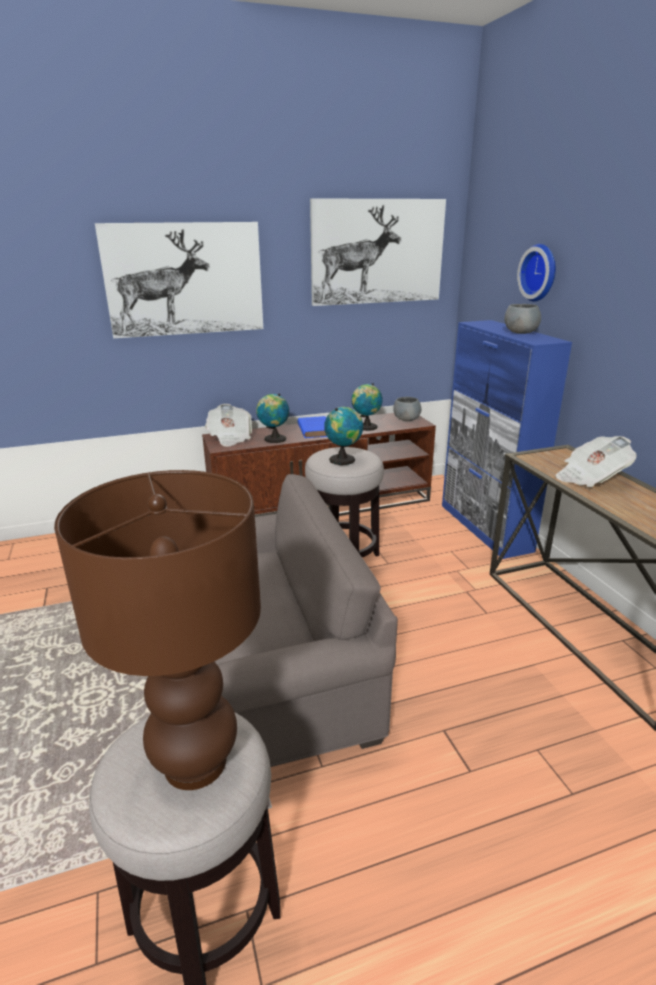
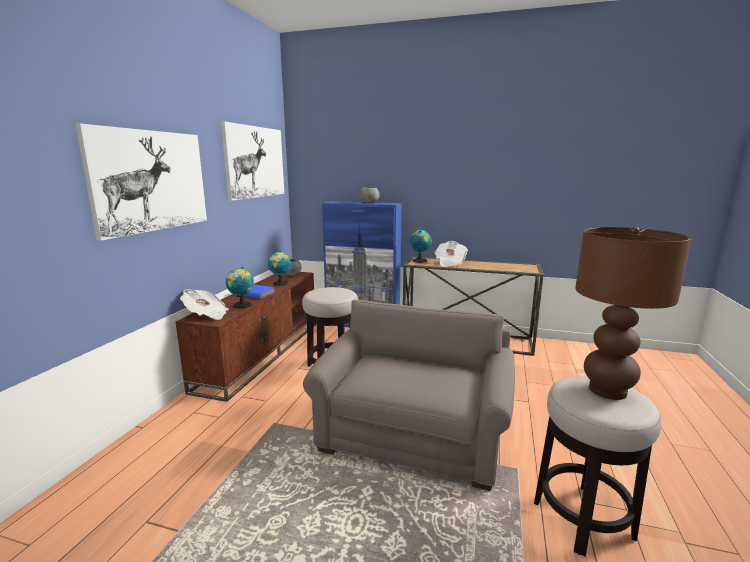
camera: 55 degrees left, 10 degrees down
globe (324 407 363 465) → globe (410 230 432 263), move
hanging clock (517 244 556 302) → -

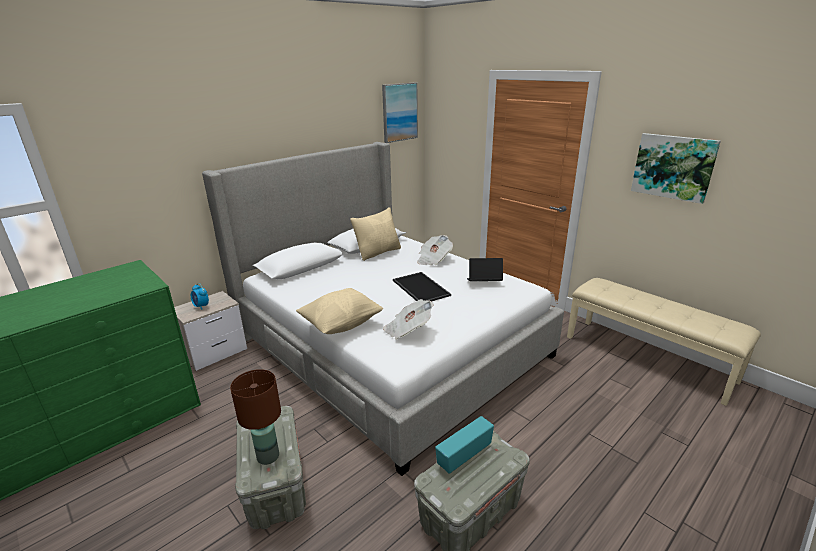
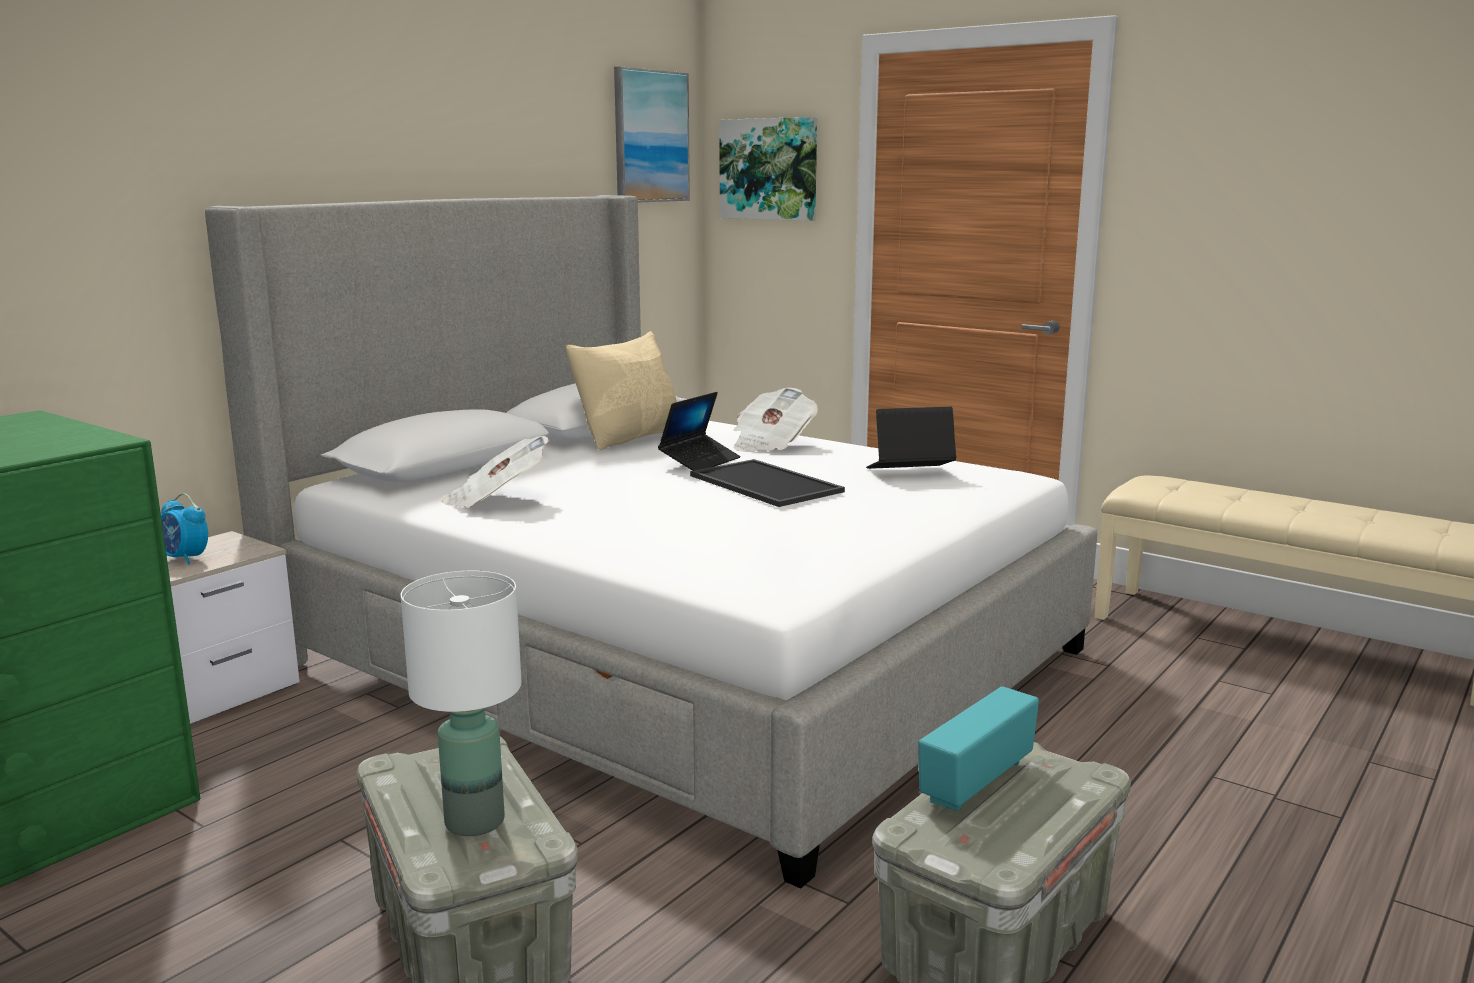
camera: 10 degrees left, 10 degrees down
brown-coloured tabletop lamp (230 369 281 465) → whitish tabletop lamp (400 571 521 836)
beige-coloured throw pillow (296 288 383 334) → -
newspaper (383 299 434 339) → newspaper (441 436 550 509), move
wall picture (631 133 721 204) → wall picture (719 117 817 221), move
- → laptop (658 392 741 471)

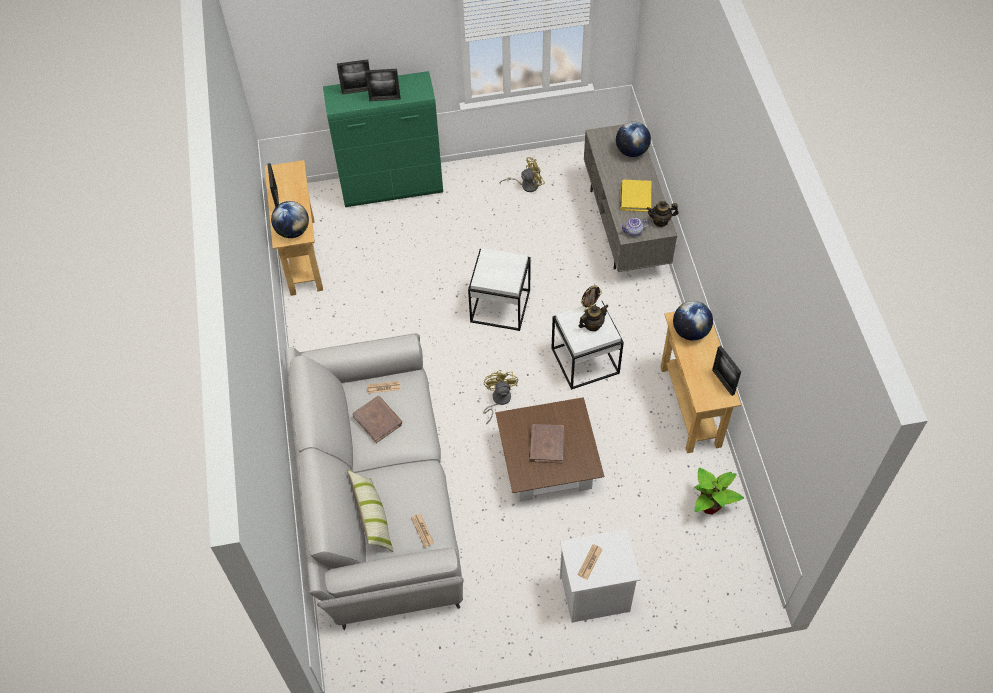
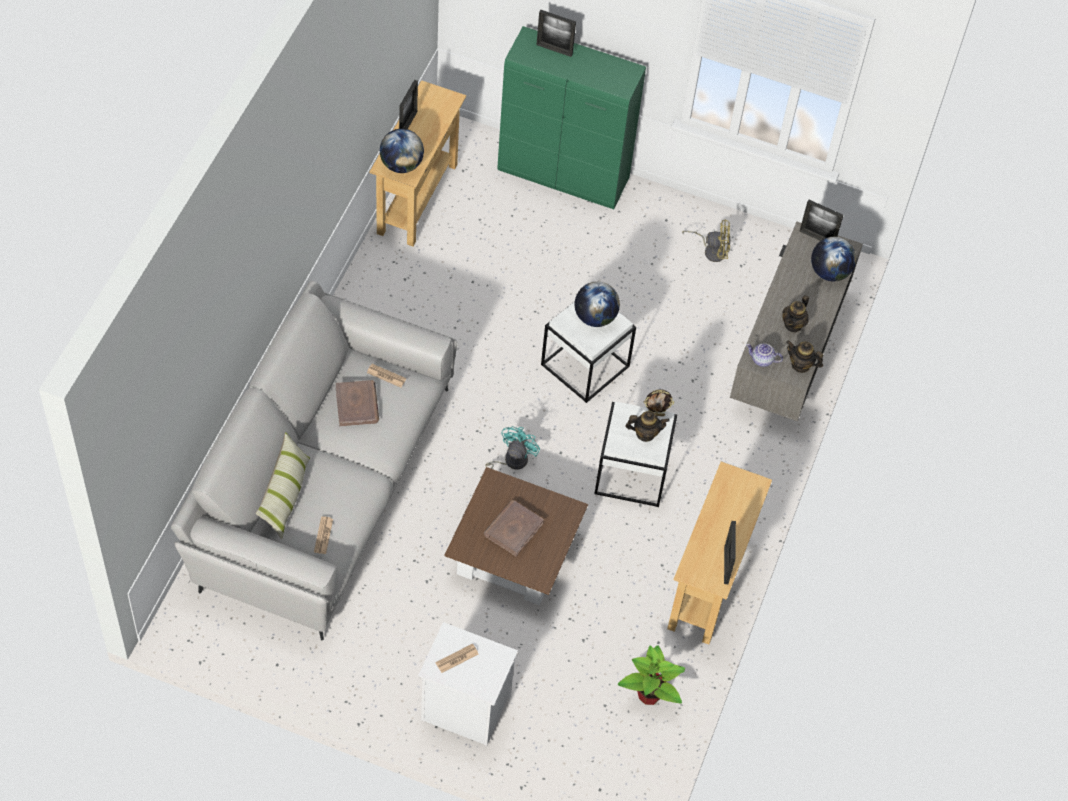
camera: 25 degrees right, 0 degrees up
standing frame (365 69 400 101) → standing frame (800 200 844 241), move
yellowish fan (483 370 518 424) → blue-green fan (480 426 540 478)
yellowish book (620 180 651 212) → teapot (783 295 809 333)
globe (673 301 713 341) → globe (575 282 620 327), move

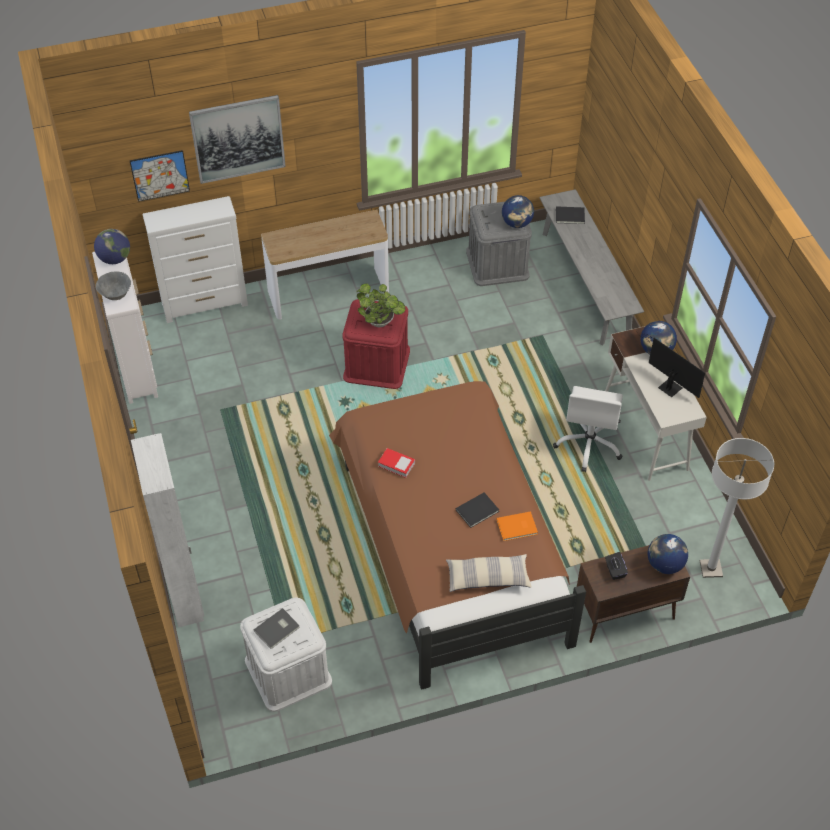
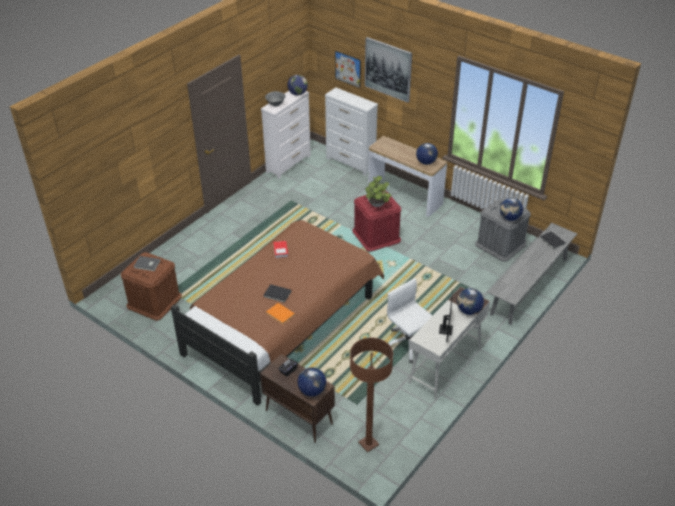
camera: 55 degrees right, 10 degrees down
whitish armoire (131 433 204 628) → -
whitish storage bin (240 598 332 712) → brown-coloured storage bin (121 252 182 320)
throw pillow (446 554 531 592) → -
whitish desk chair (553 386 623 472) → whitish desk chair (387 278 433 363), 75 degrees clockwise
whitish floor lamp (700 438 774 578) → brown-coloured floor lamp (350 337 393 452)
- → globe (416 143 438 165)

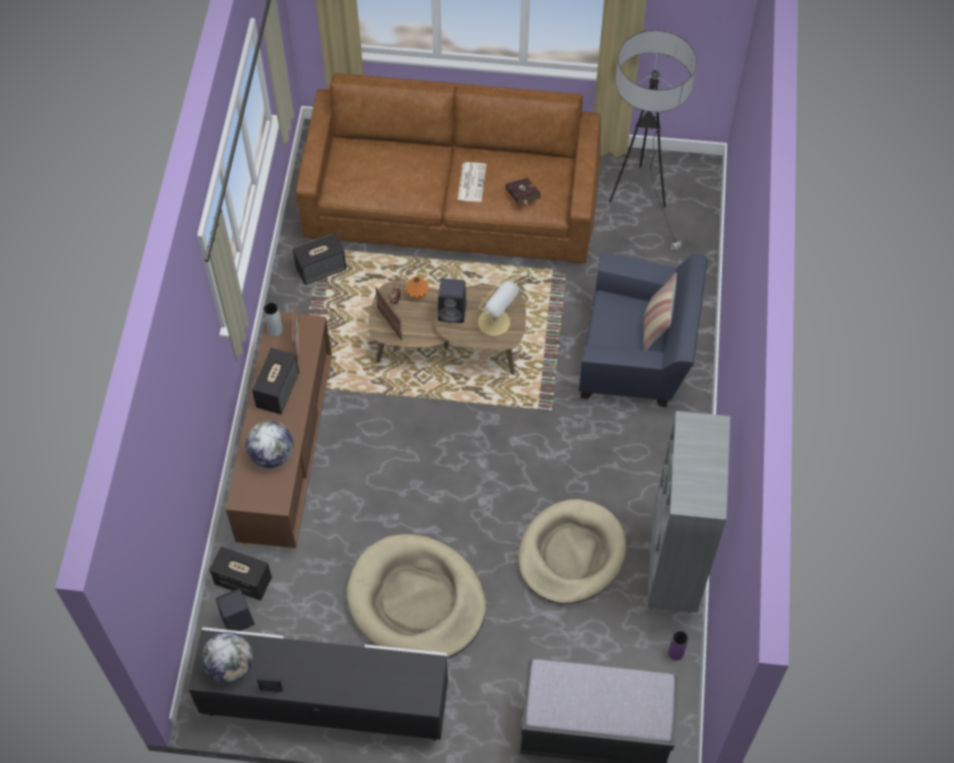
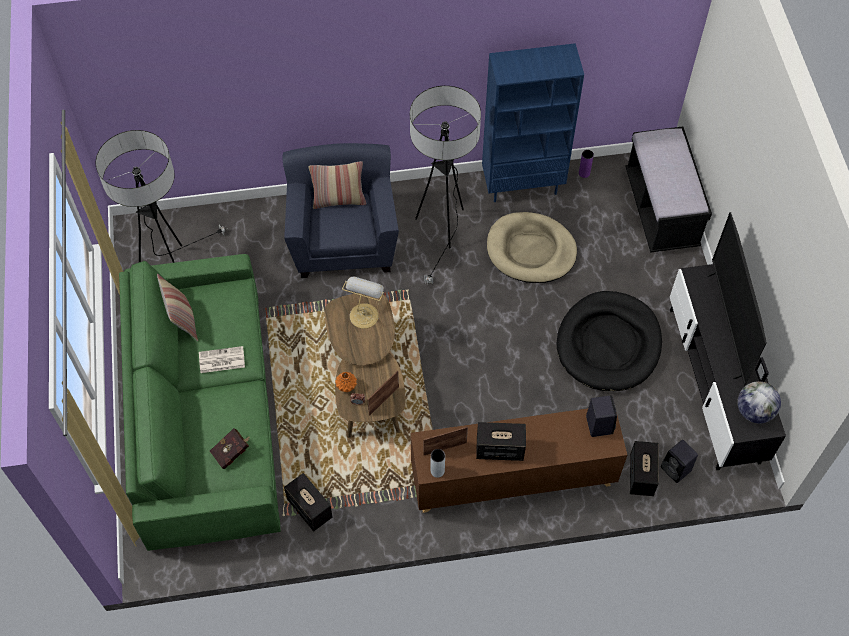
camera: 105 degrees left, 0 degrees up
globe (246 421 294 468) → -
brown-coloured sofa (296 73 601 263) → green-coloured sofa (119 254 281 551)
beige-coloured dog bed (347 534 486 658) → blackish dog bed (557 291 662 391)
blackish audio speaker (438 278 466 323) → blackish audio speaker (586 395 617 437), move
reddish book (505 178 541 205) → reddish book (210 428 249 469), move
gray shelving unit (647 411 730 613) → bluish shelving unit (482 43 584 202)
- → throw pillow (157 274 198 341)
- → floor lamp (410 86 481 285)
- → TV set (707 212 767 387)

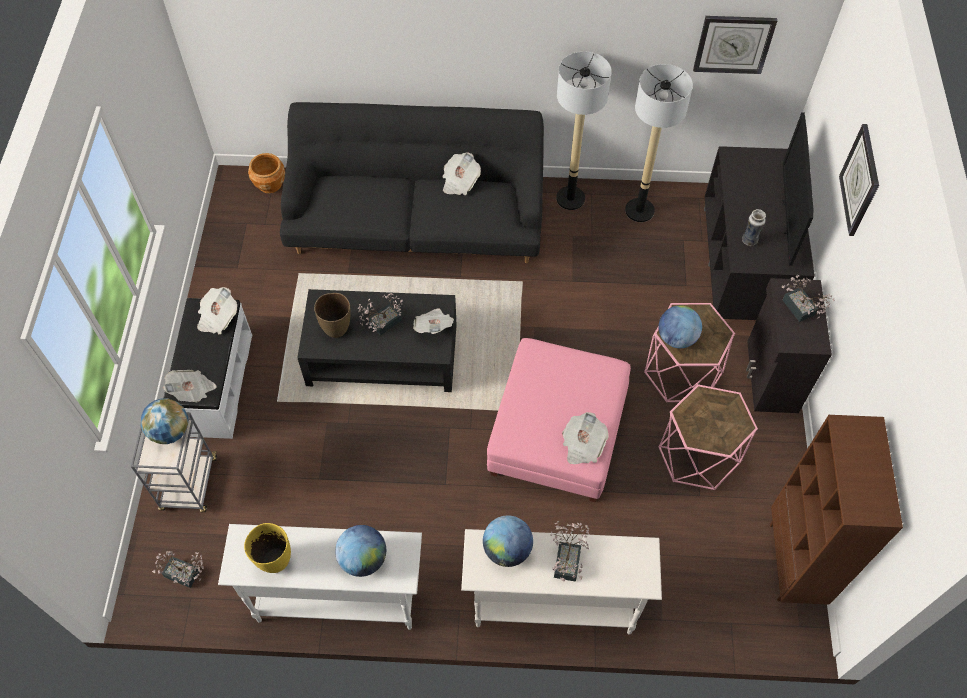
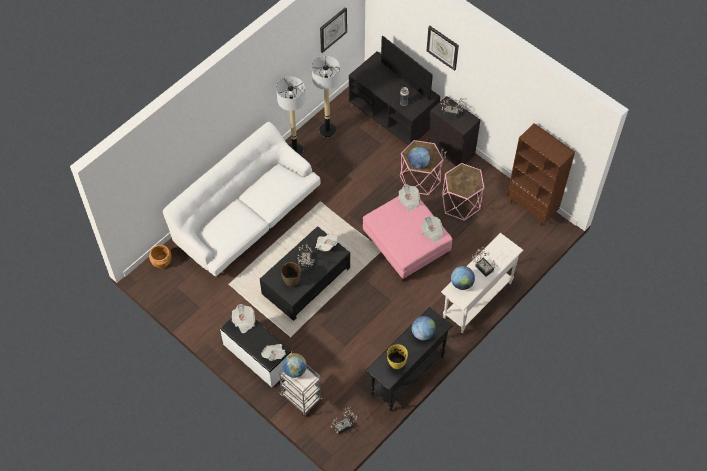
camera: 50 degrees left, 0 degrees up
whitish hall table (218 524 422 630) → blackish hall table (366 307 453 411)
blackish sofa (280 102 544 263) → whitish sofa (163 122 321 277)
newspaper (442 152 481 195) → newspaper (399 184 420 212), move

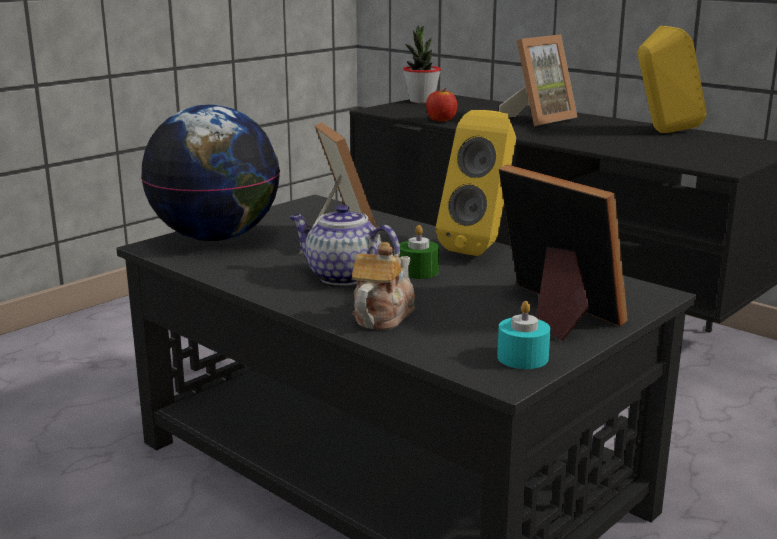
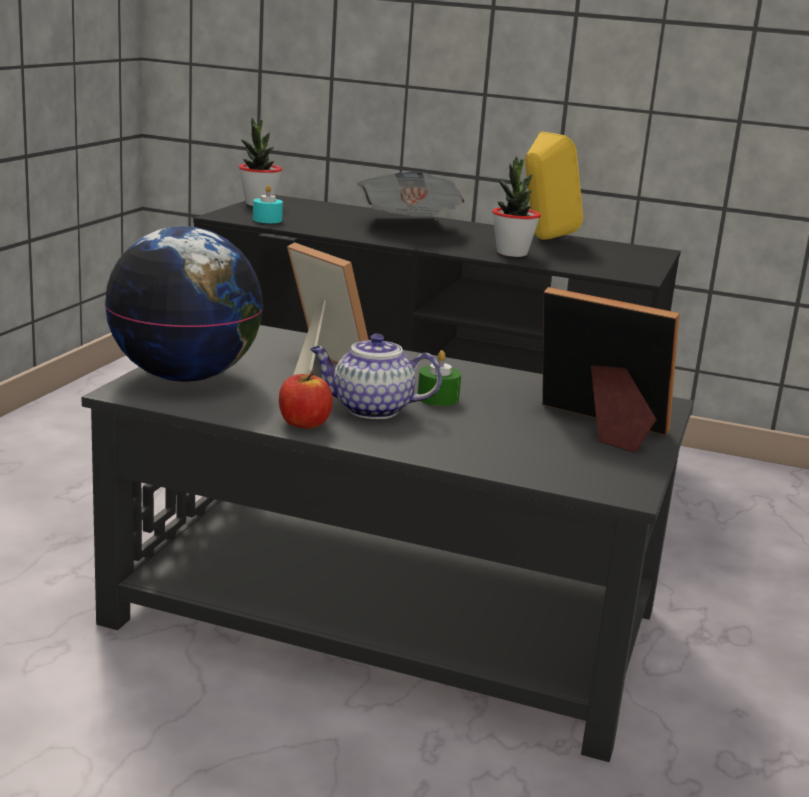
camera: 25 degrees left, 0 degrees up
teapot (352 242 415 330) → -
apple fruit (426 88 457 122) → apple fruit (279 372 333 429), move
yellowish audio speaker (436 110 516 256) → -
blue-green wax candle (497 301 551 369) → blue-green wax candle (253 185 283 223), move
standing frame (499 34 577 126) → newspaper (357 172 465 217)
- → houseplant (492 156 541 257)

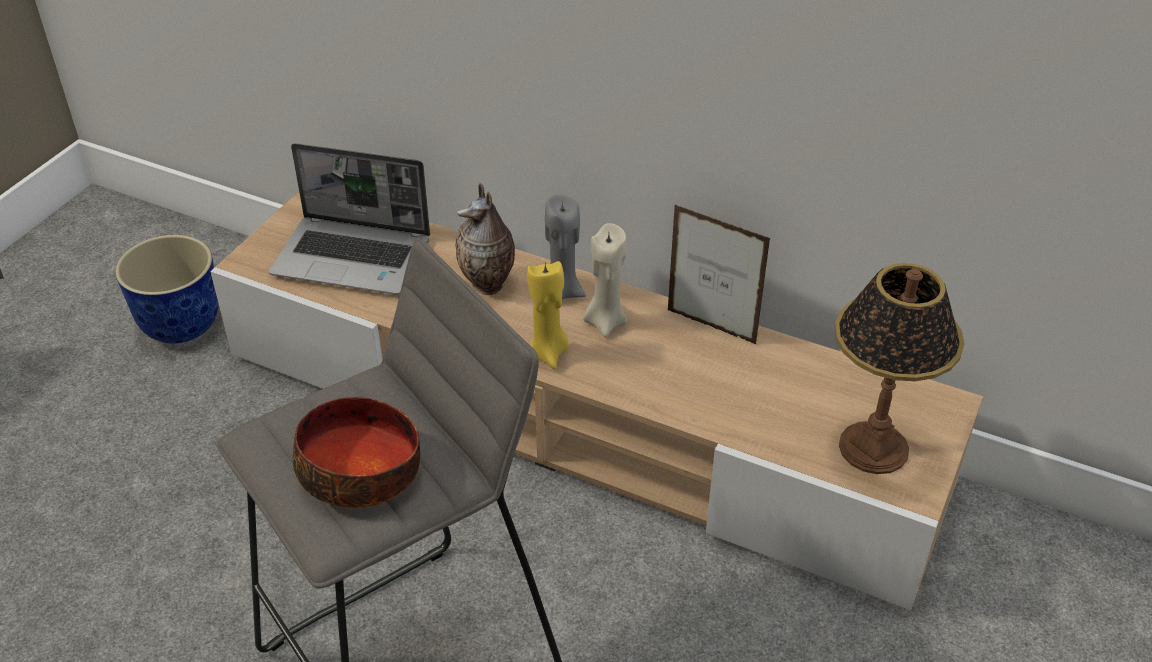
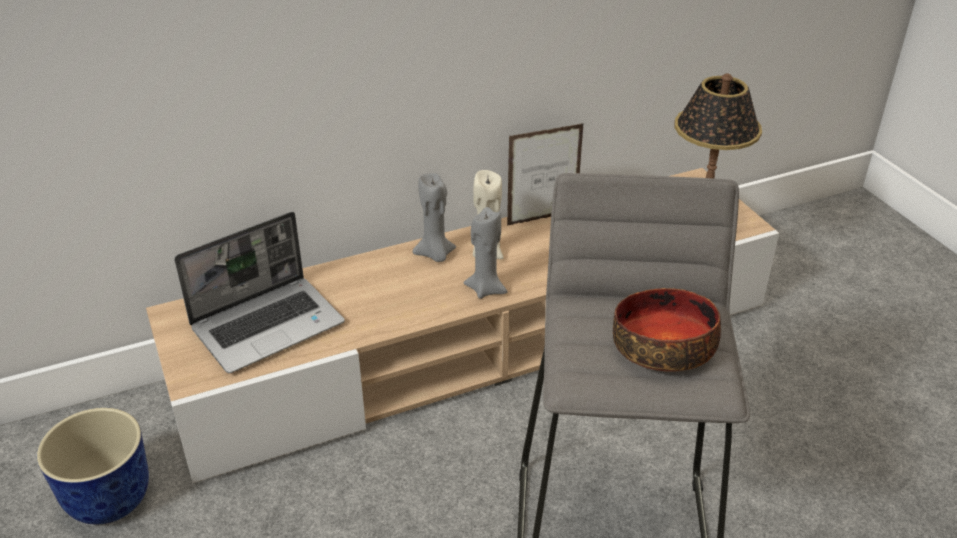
camera: 50 degrees left, 5 degrees down
decorative vase (455 183 515 295) → -
yellowish wax candle (527 261 569 369) → gray wax candle (464 207 508 299)

